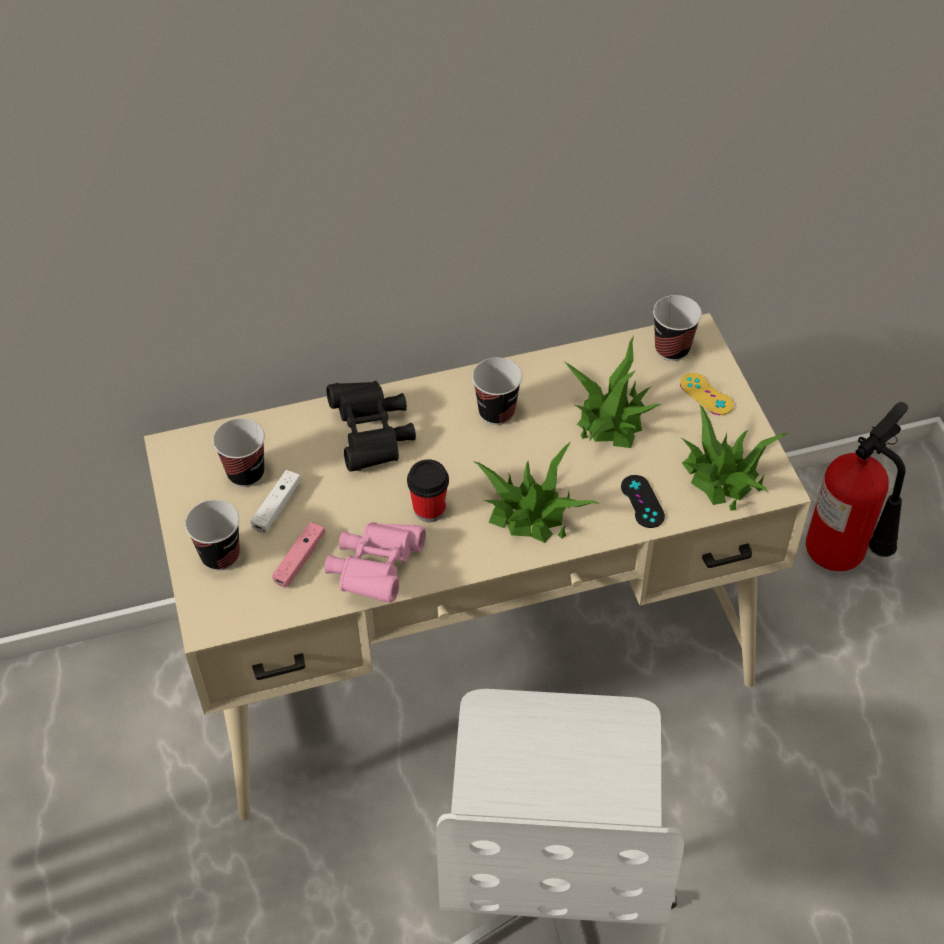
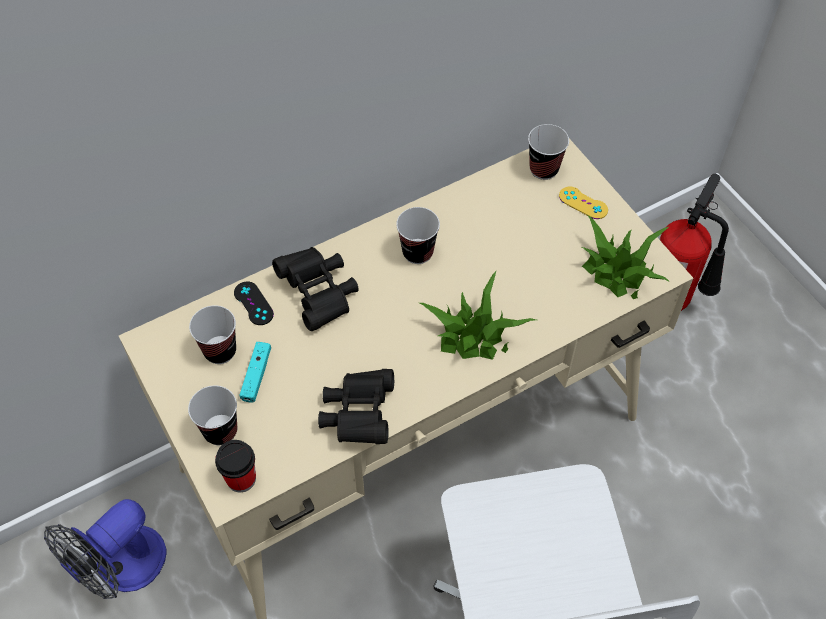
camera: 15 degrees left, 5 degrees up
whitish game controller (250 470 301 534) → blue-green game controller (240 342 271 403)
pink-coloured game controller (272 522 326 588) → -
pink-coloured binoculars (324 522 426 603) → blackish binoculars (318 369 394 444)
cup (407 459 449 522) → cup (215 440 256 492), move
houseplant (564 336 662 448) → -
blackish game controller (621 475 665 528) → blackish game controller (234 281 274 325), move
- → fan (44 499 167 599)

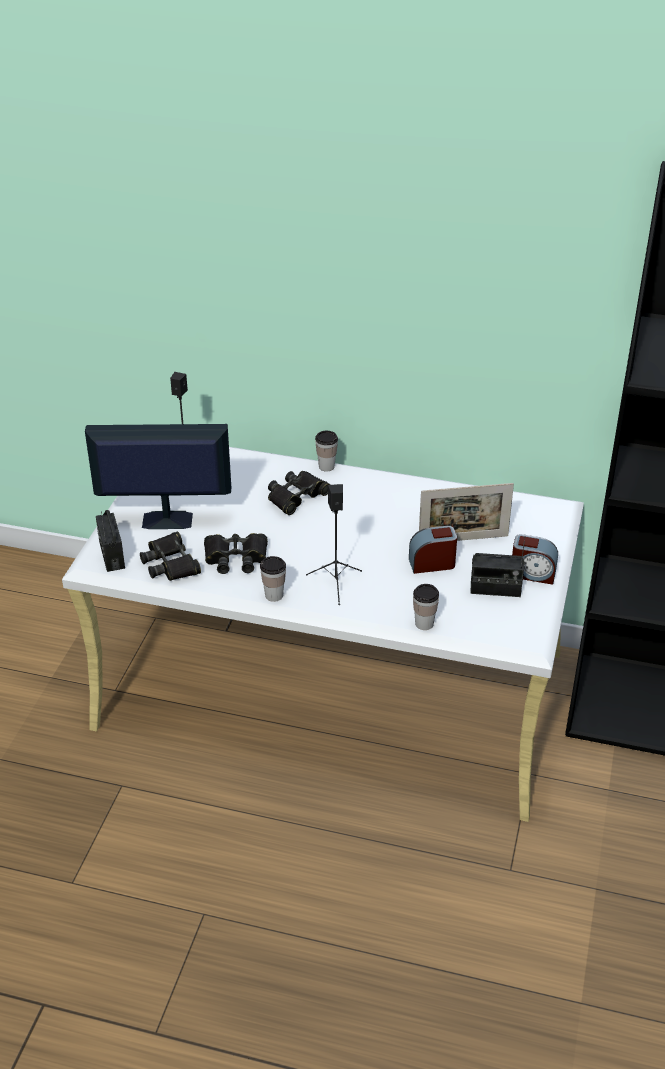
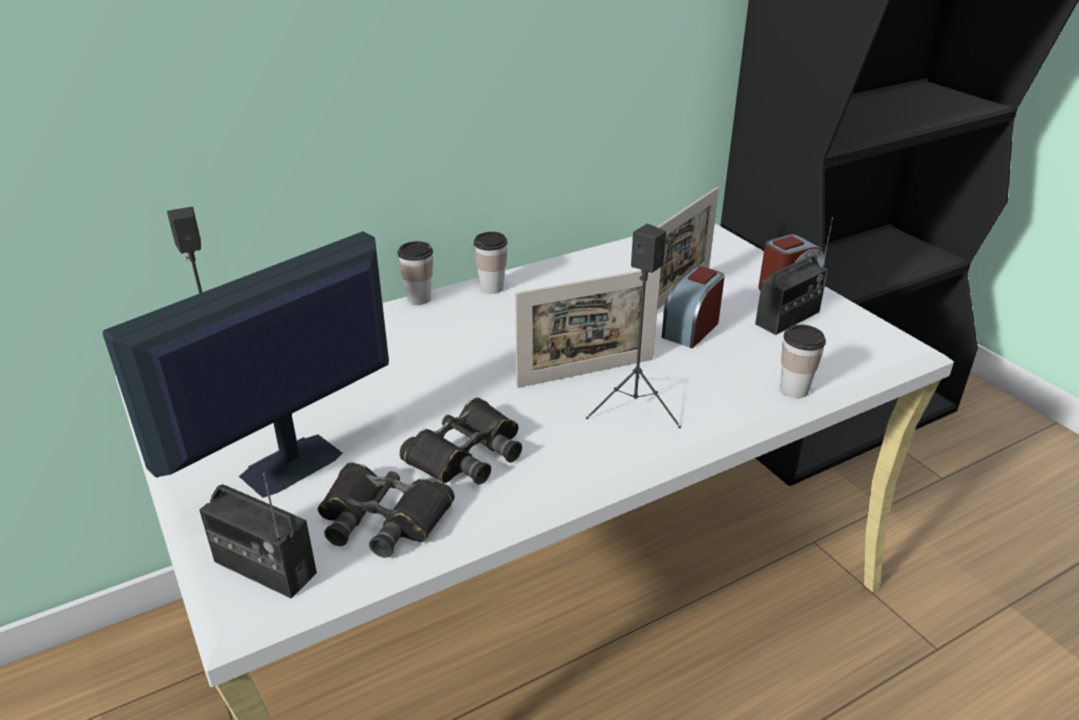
camera: 45 degrees left, 5 degrees down
cup (260 556 286 602) → cup (473 232 507 294), move
blackish binoculars (268 471 330 515) → -
- → standing frame (515 268 661 388)

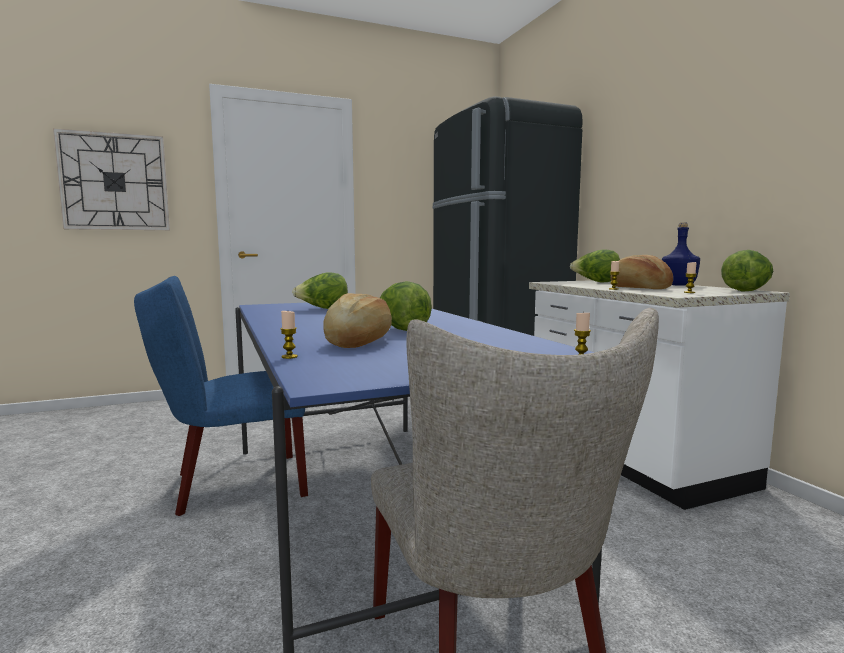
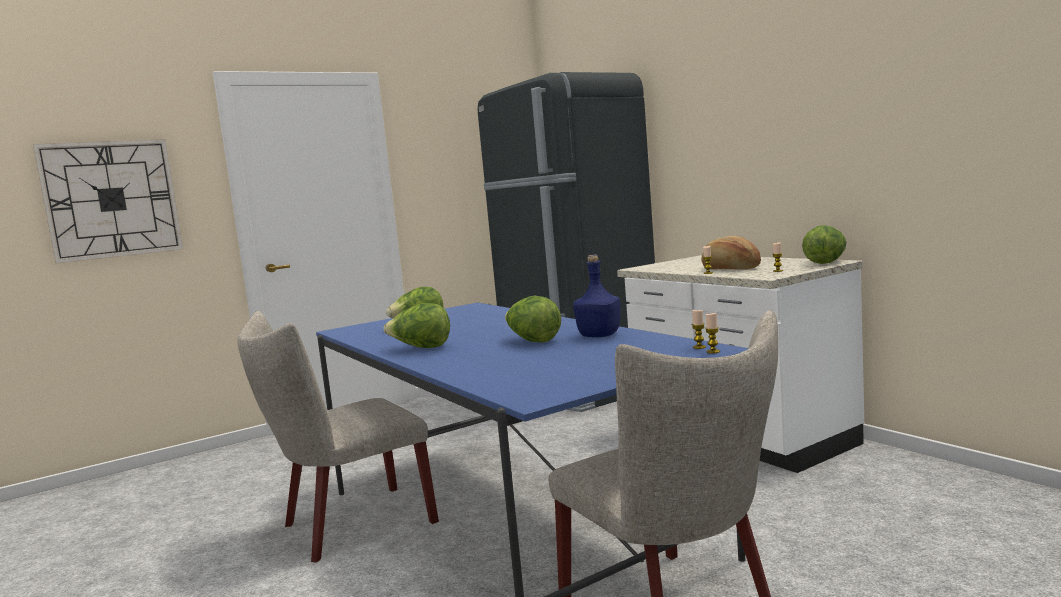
camera: 10 degrees left, 0 degrees up
bluish plain chair (134 276 308 516) → beige-coloured plain chair (237 311 439 562)
wax candle (280 311 298 359) → wax candle (692 309 706 349), move
baked bread (323 293 392 348) → -
lettuce (570 249 620 282) → lettuce (384 303 450 348), move
bluish beverage bottle (662 222 700 286) → bluish beverage bottle (573 255 621 337), move

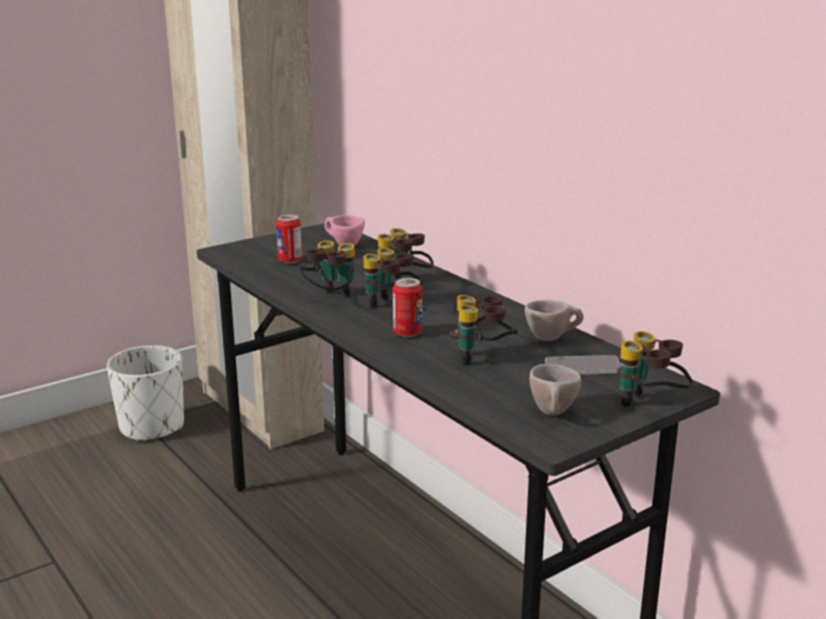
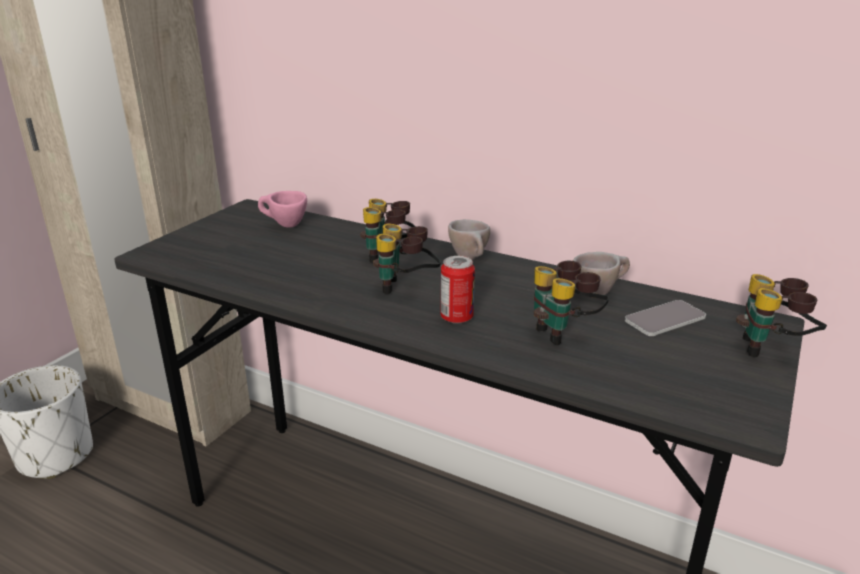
camera: 25 degrees left, 5 degrees up
metal can (276 214 302 264) → -
binoculars (300 240 355 296) → -
beige-coloured cup (529 364 581 416) → beige-coloured cup (448 219 490 260), move

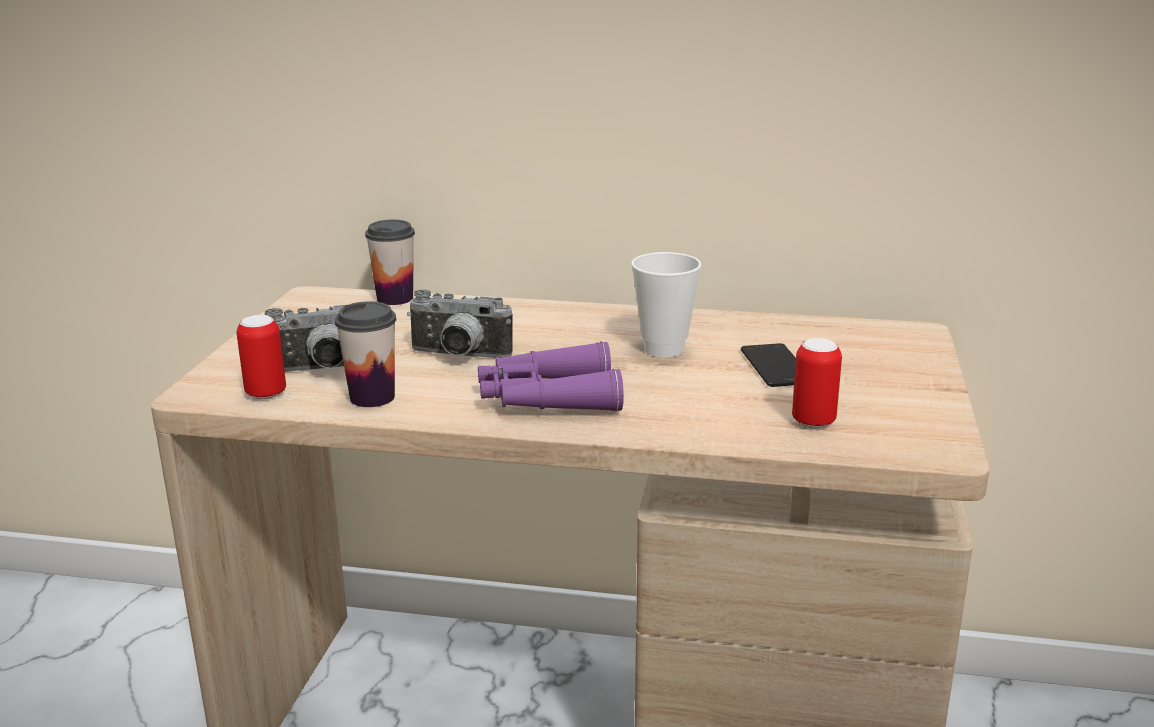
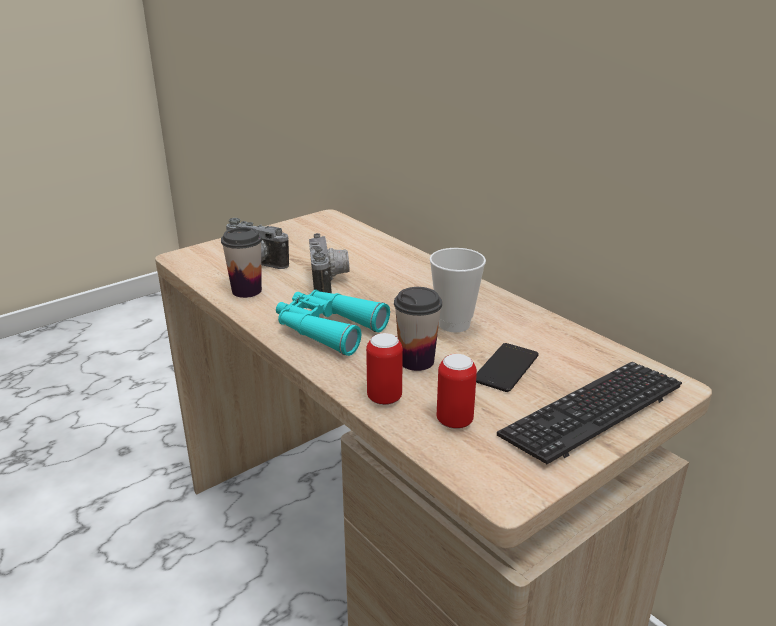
camera: 40 degrees right, 5 degrees up
metal can (237 315 286 399) → metal can (366 333 403 405), move
cup (365 220 415 305) → cup (394 287 442 371), move
photo camera (407 290 513 358) → photo camera (309 233 349 293), 150 degrees counterclockwise
purple-coloured binoculars (478 341 624 412) → blue-green binoculars (276 290 390 356)
- → computer keyboard (497 362 682 464)

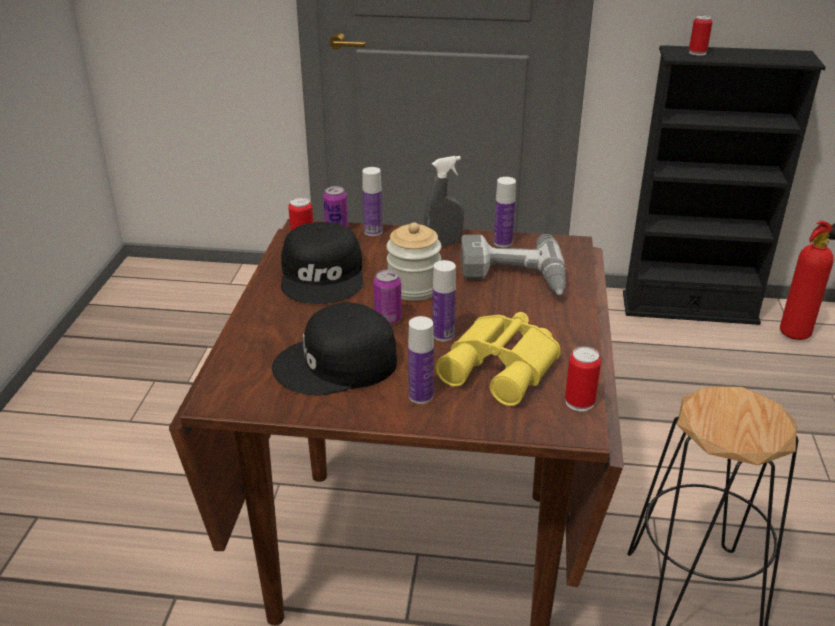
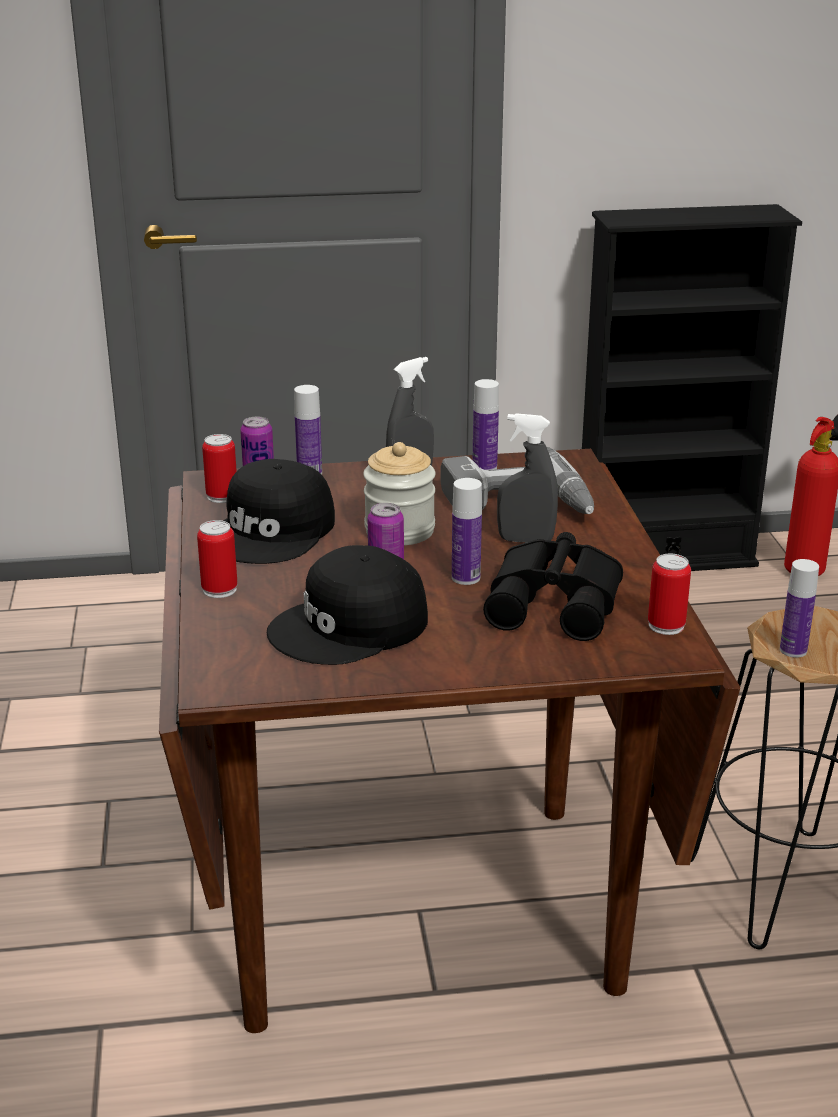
camera: 15 degrees left, 5 degrees down
blackish cap (281 222 363 304) → blackish cap (224 459 335 564), 45 degrees clockwise
beverage bottle (408 316 434 404) → beverage bottle (780 559 819 658), move
yellowish binoculars (435 312 561 406) → blackish binoculars (483 532 623 641)
metal can (689 15 713 55) → metal can (197 520 237 598), move
- → gray spray bottle (497 413 558 543)

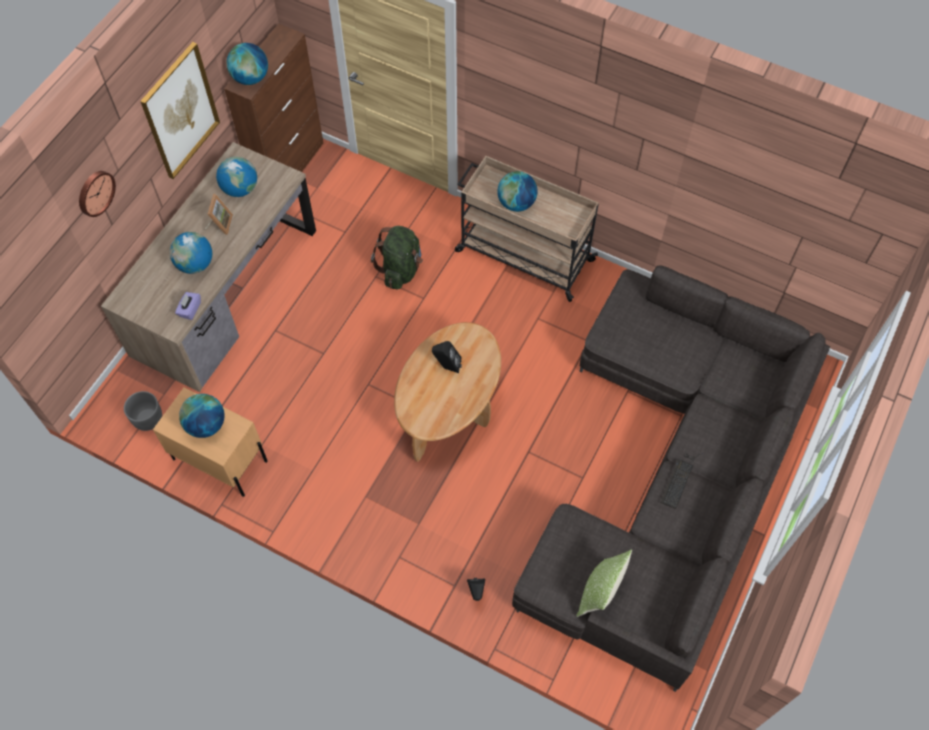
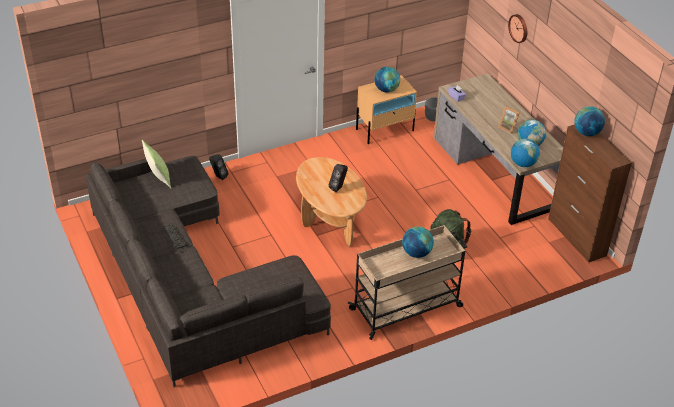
camera: 125 degrees right, 20 degrees down
wall picture (140 42 220 179) → -
globe (169 232 212 274) → globe (511 139 540 167), move

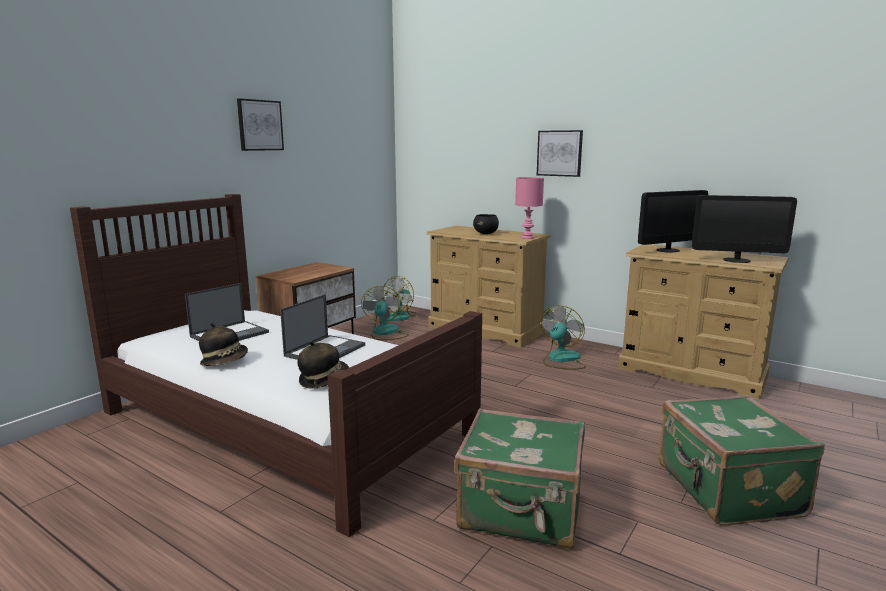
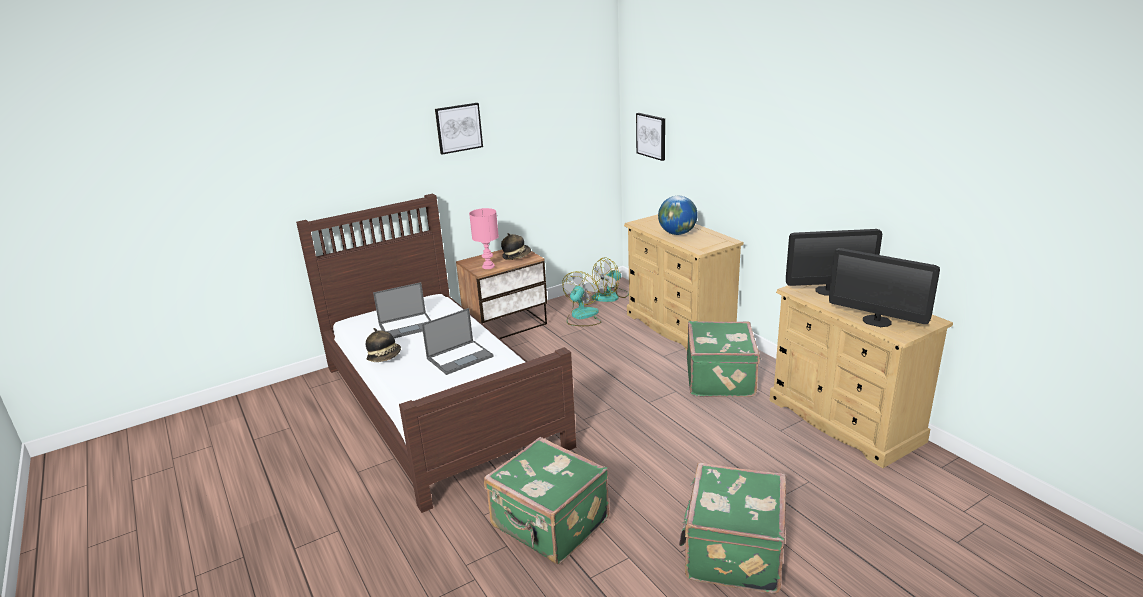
camera: 25 degrees right, 10 degrees up
wearable hat (298 341 349 388) → wearable hat (501 233 531 260), move
blackish serving bowl (473 214 499 234) → globe (658 196 698 235)
pink-coloured tabletop lamp (515 177 544 239) → pink-coloured tabletop lamp (469 208 499 269), move
wall picture (537 130 583 177) → wall picture (636 113 665 161), move
fan (541 305 586 370) → green-coloured travel case (687 321 761 397)

